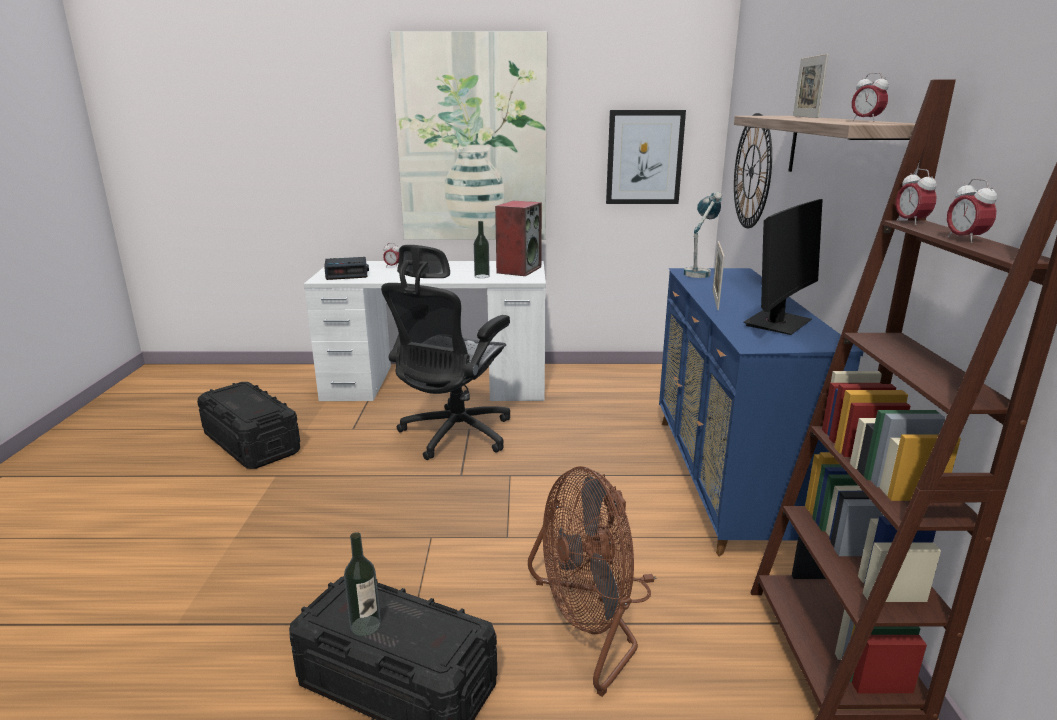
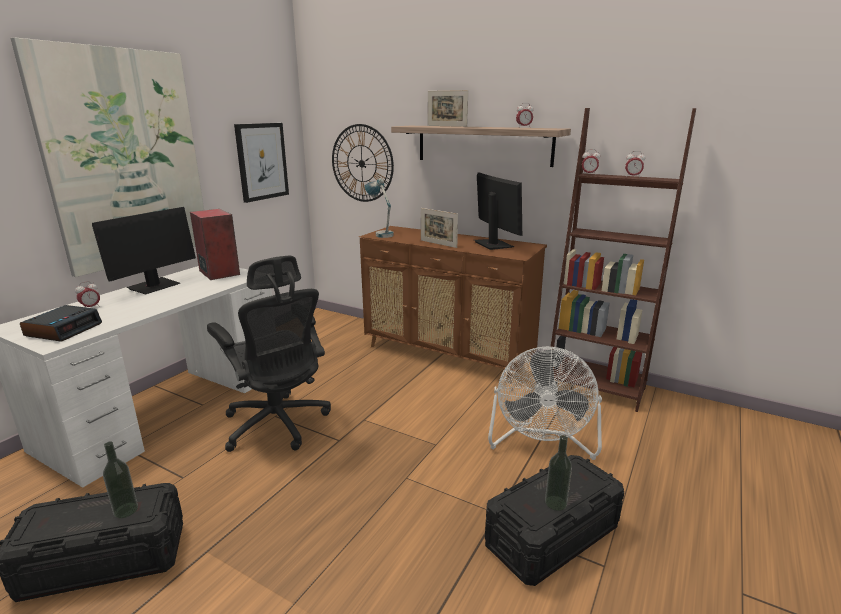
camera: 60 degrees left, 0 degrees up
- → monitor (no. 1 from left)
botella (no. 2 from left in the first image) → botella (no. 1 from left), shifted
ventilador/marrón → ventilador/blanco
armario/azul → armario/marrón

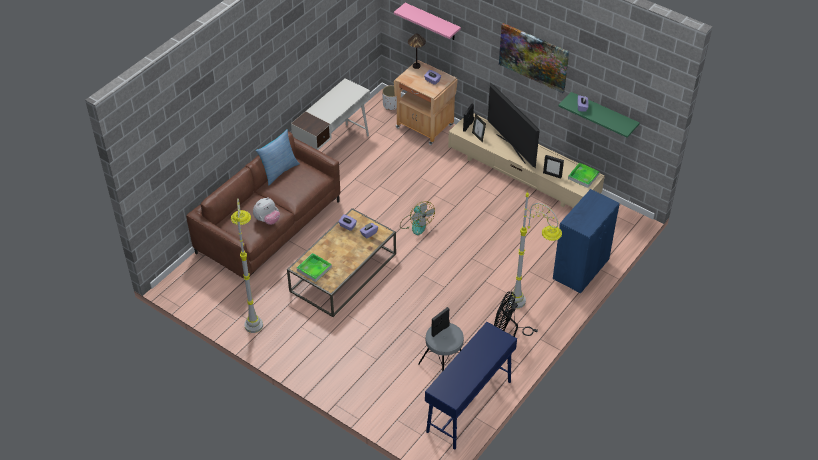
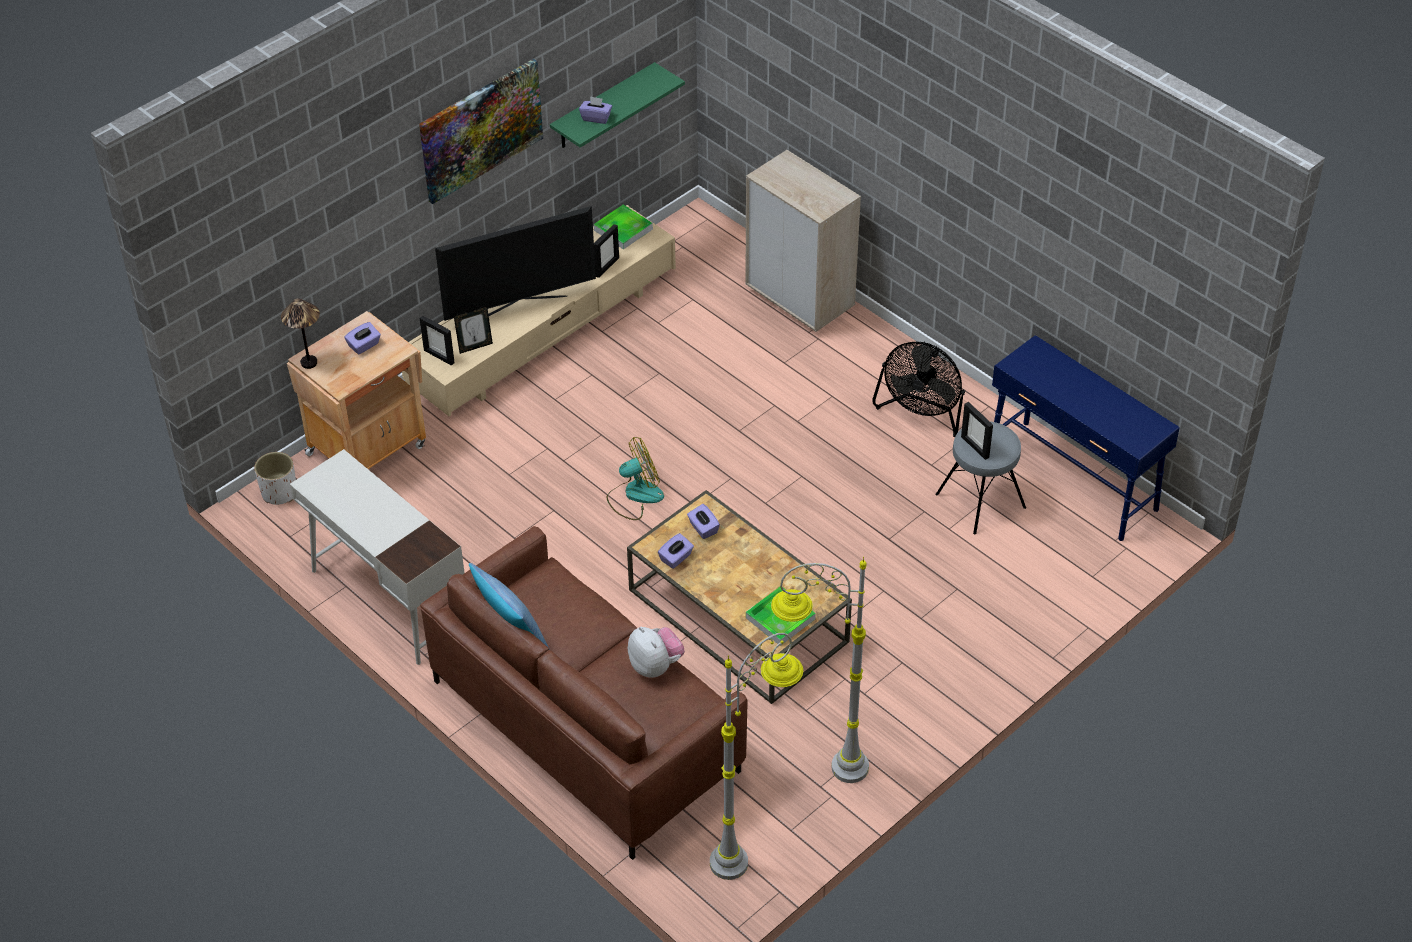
camera: 80 degrees left, 0 degrees up
estante/rosa → -
lámpara de pie/gris (no. 2 from left in the first image) → lámpara de pie/gris (no. 1 from left), shifted
armario/azul → armario/beis

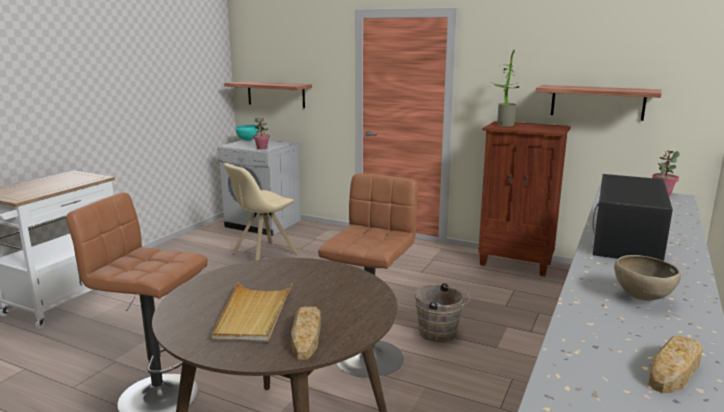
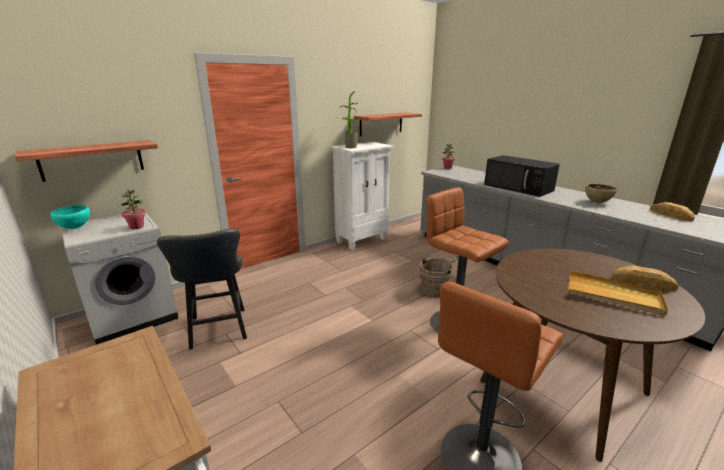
camera: 65 degrees left, 5 degrees up
silla/beis → taburete/gris
armario/marrón → armario/blanco

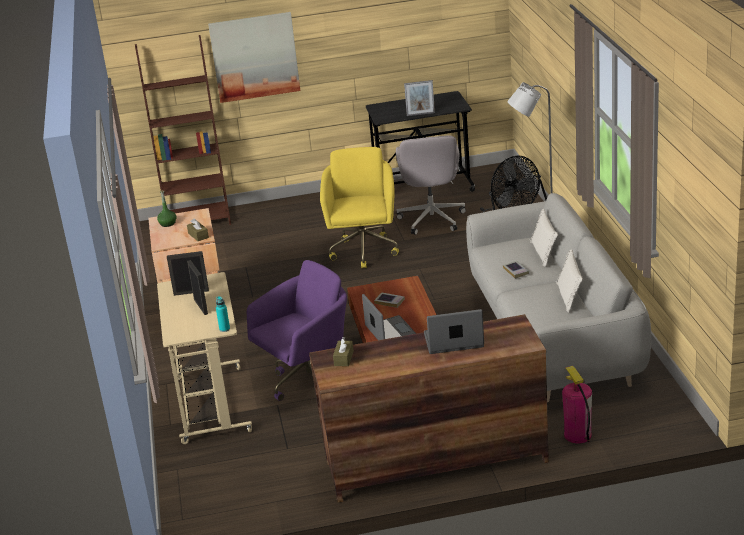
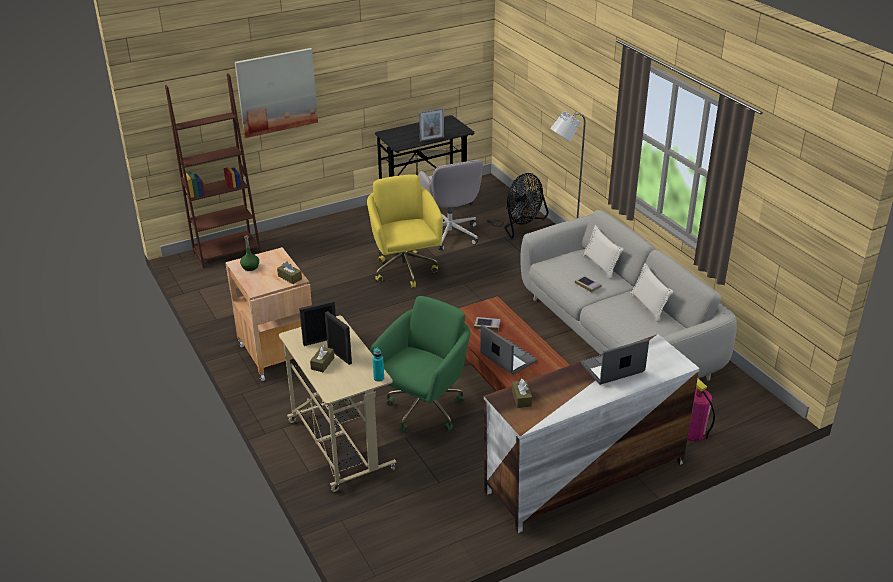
camera: 20 degrees left, 5 degrees up
- → caja de pañuelos/marrón (no. 2 from left)
silla de oficina/morado → silla de oficina/verde
armario/marrón → armario/blanco

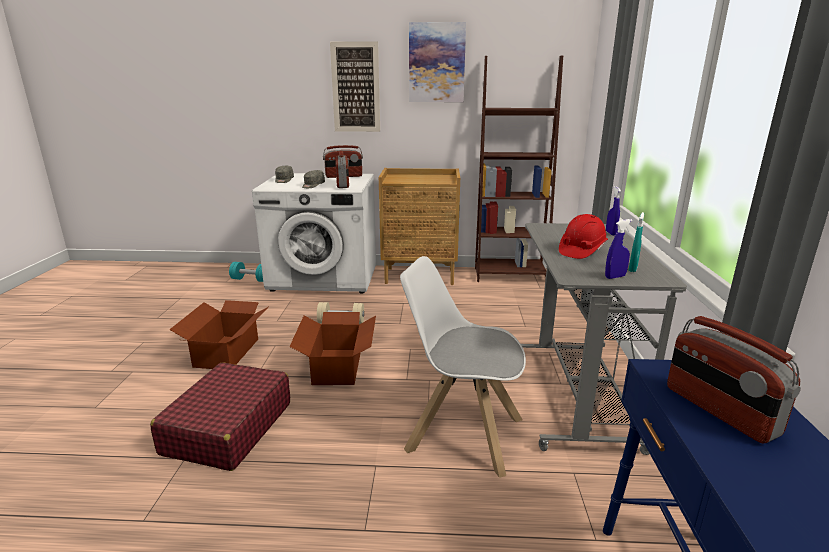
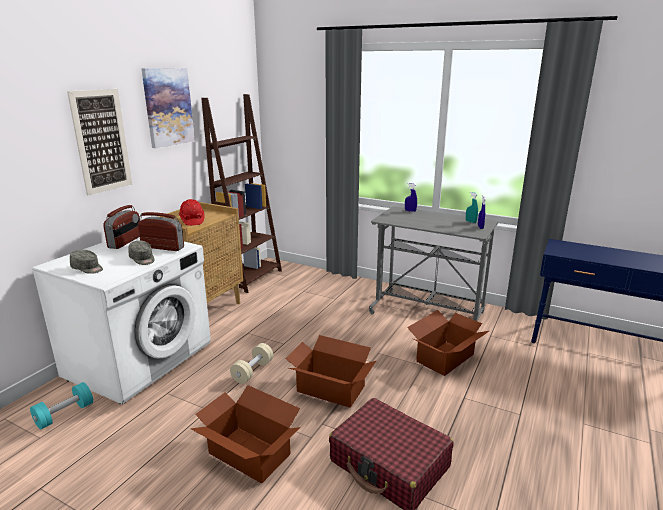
camera: 65 degrees left, 0 degrees up
radio (no. 3 from left) → -
casco/rojo, shifted
silla → caja de cartón (no. 3 from left)

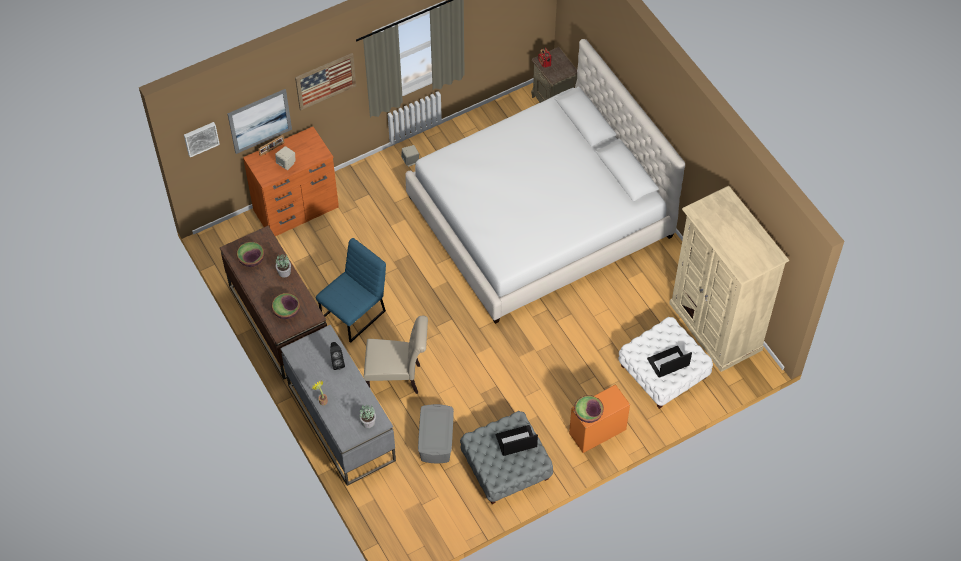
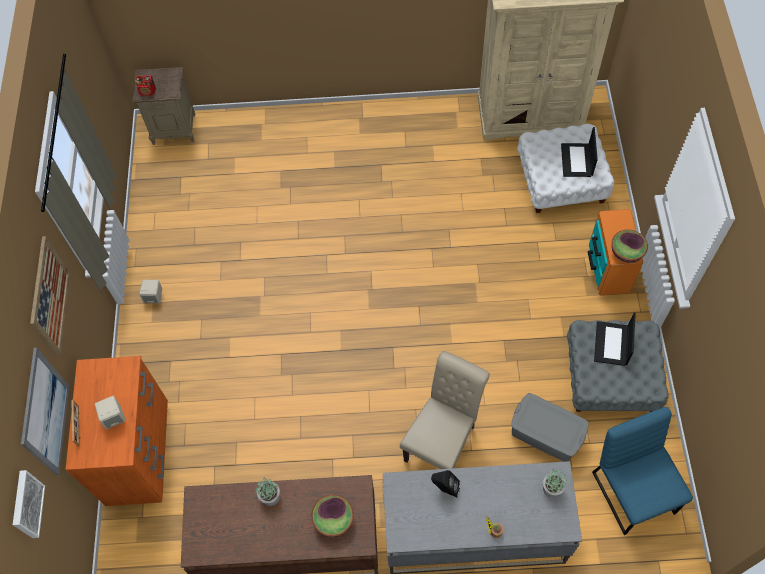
camera: 60 degrees left, 5 degrees up
cuenco (no. 1 from left) → -
cama/blanco → -
silla/azul, shifted

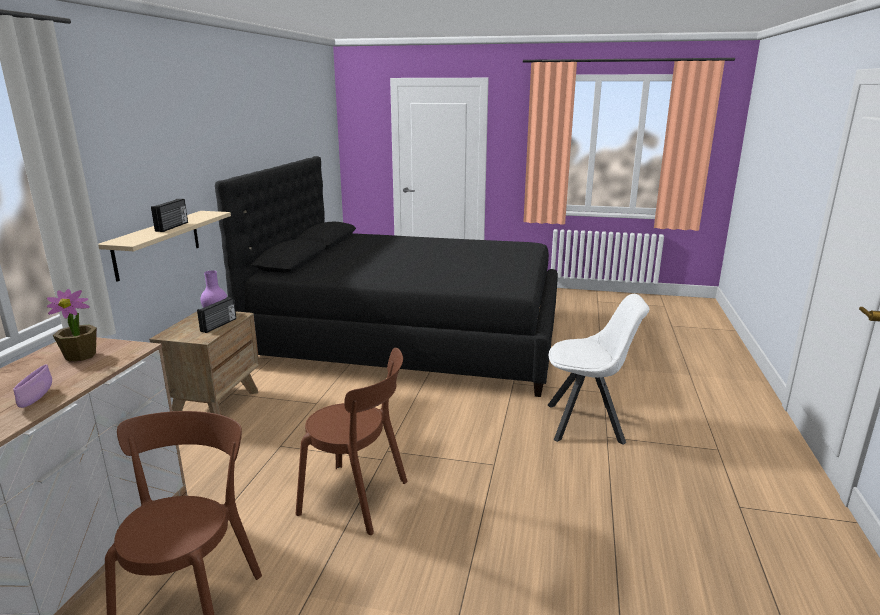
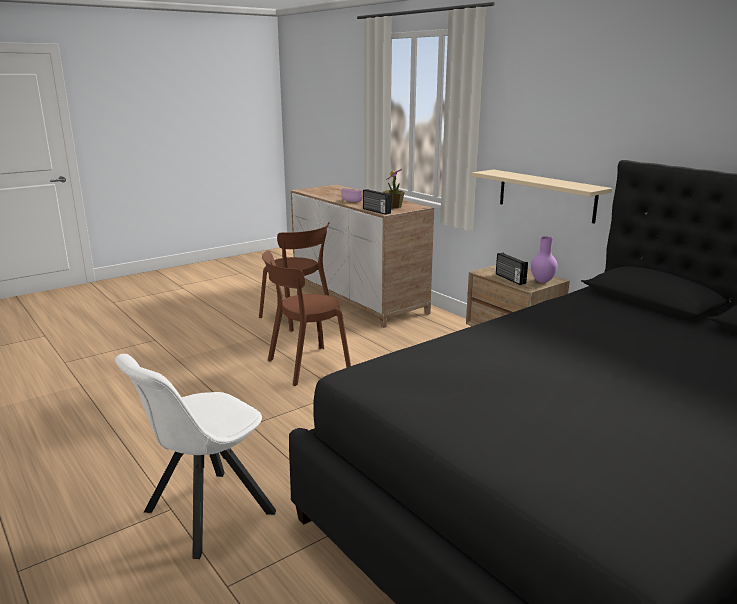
camera: 130 degrees right, 0 degrees up
radio (no. 1 from left), shifted

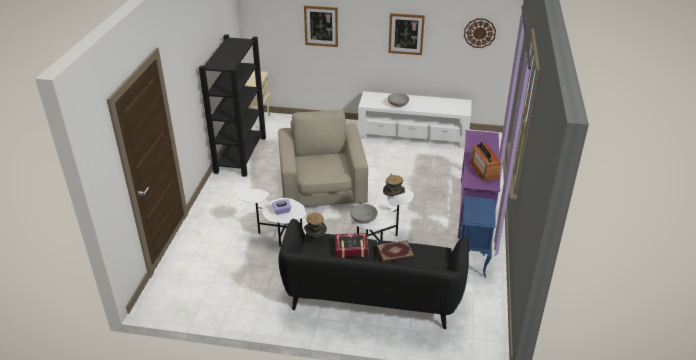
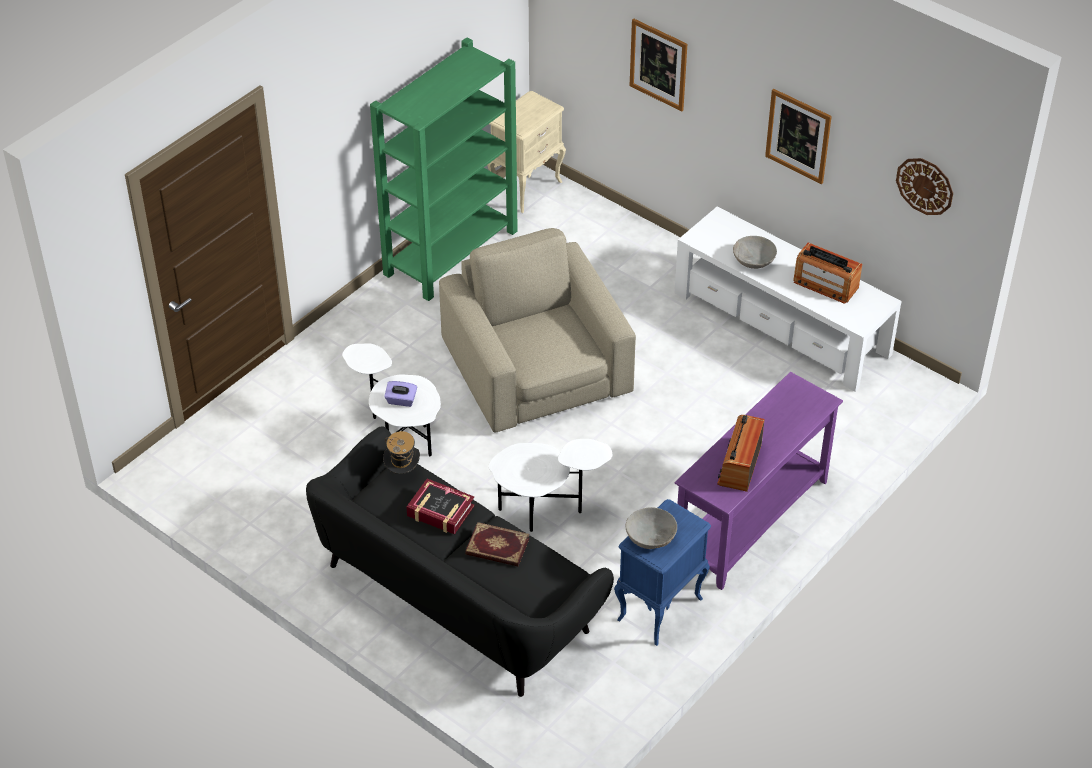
camera: 30 degrees right, 10 degrees up
sombrero (no. 2 from left) → -
- → radio (no. 2 from left)
cuenco/gris (no. 1 from left), shifted
estantería/negro → estantería/verde
sillón/beis, 45 degrees counterclockwise

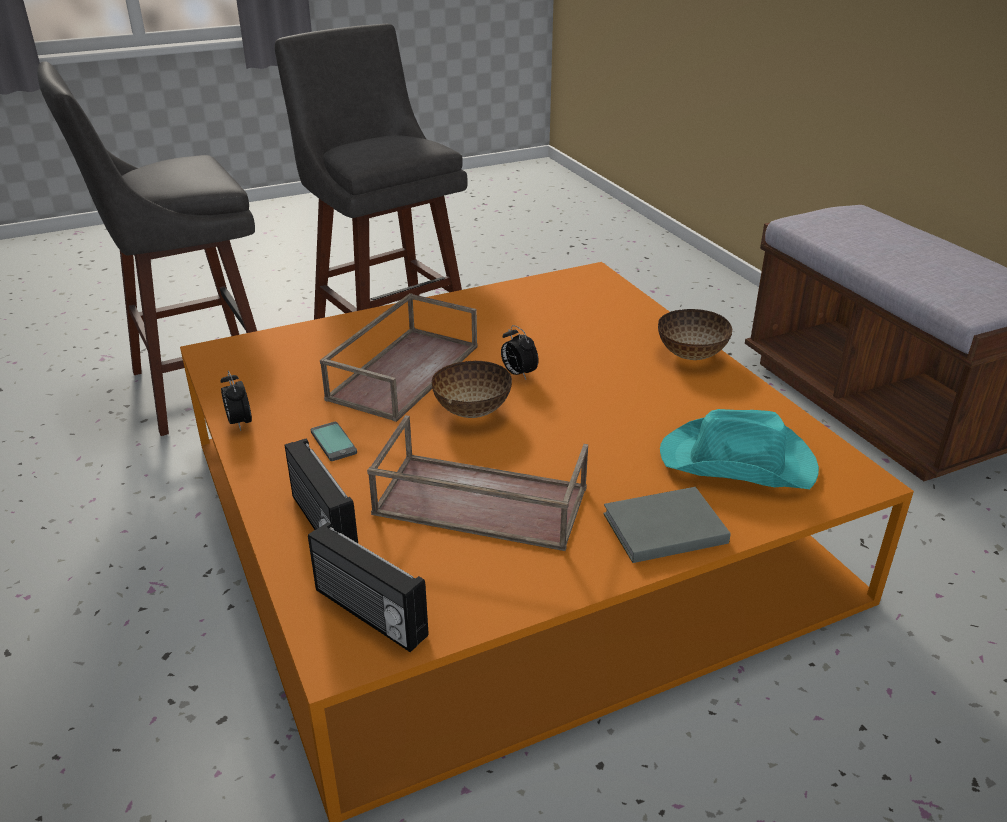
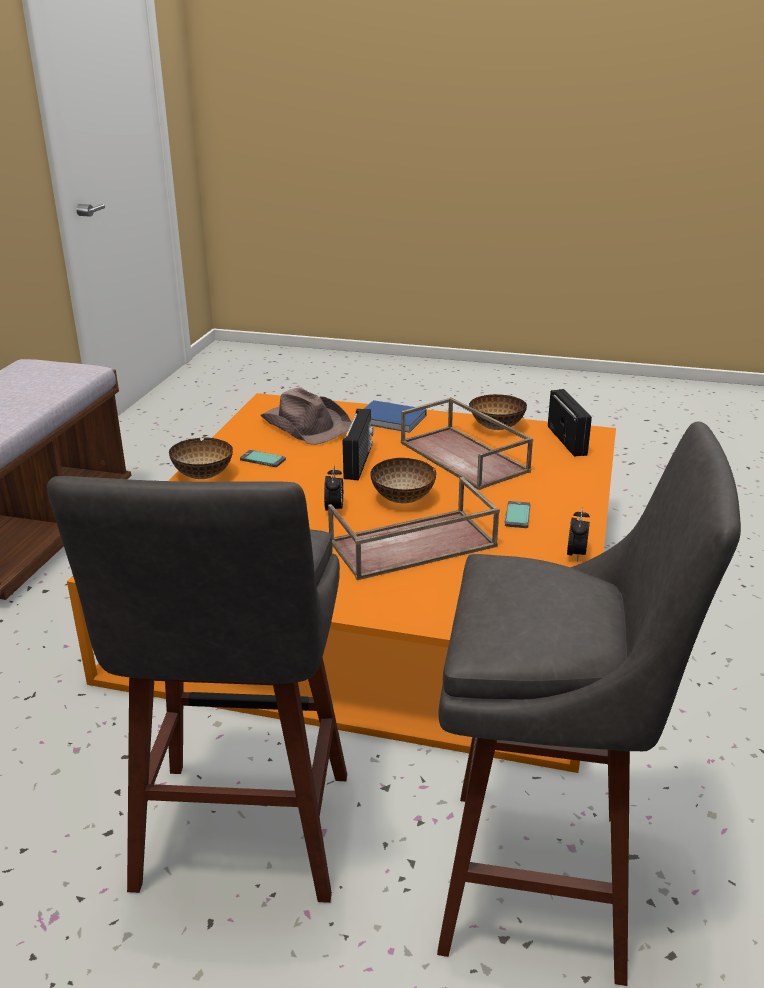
camera: 140 degrees left, 5 degrees down
- → móvil (no. 1 from left)
- → cuenco (no. 3 from left)
radio (no. 1 from left), shifted
libro/gris → libro/azul
sombrero/turquesa → sombrero/marrón

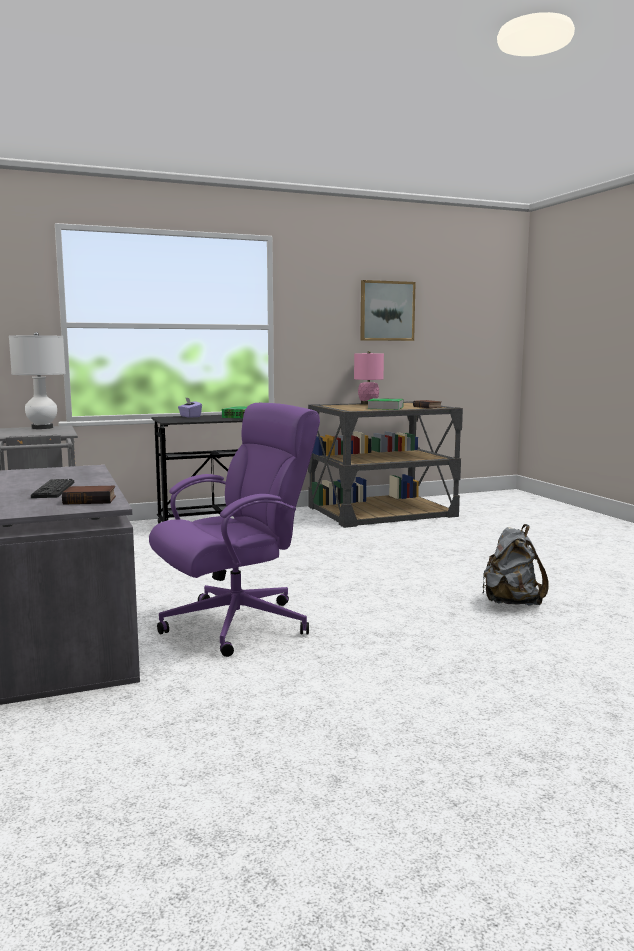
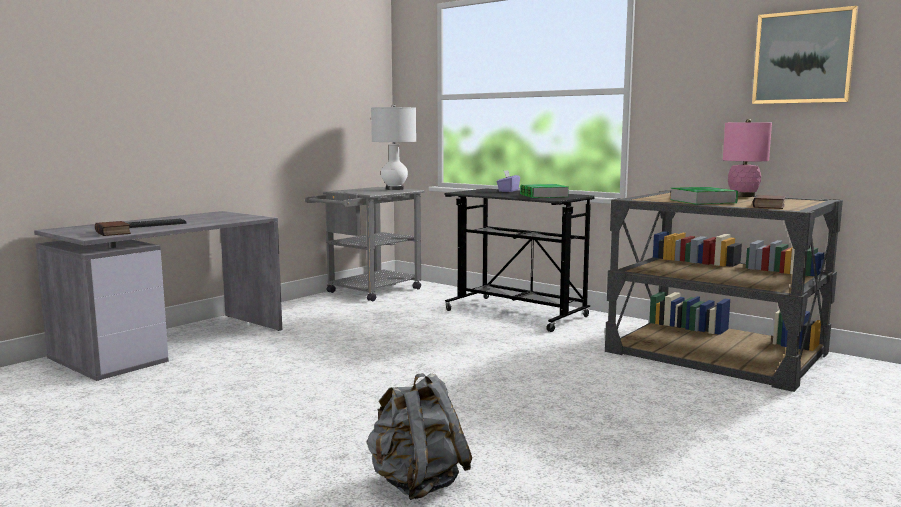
camera: 60 degrees right, 0 degrees up
silla de oficina/morado → -

